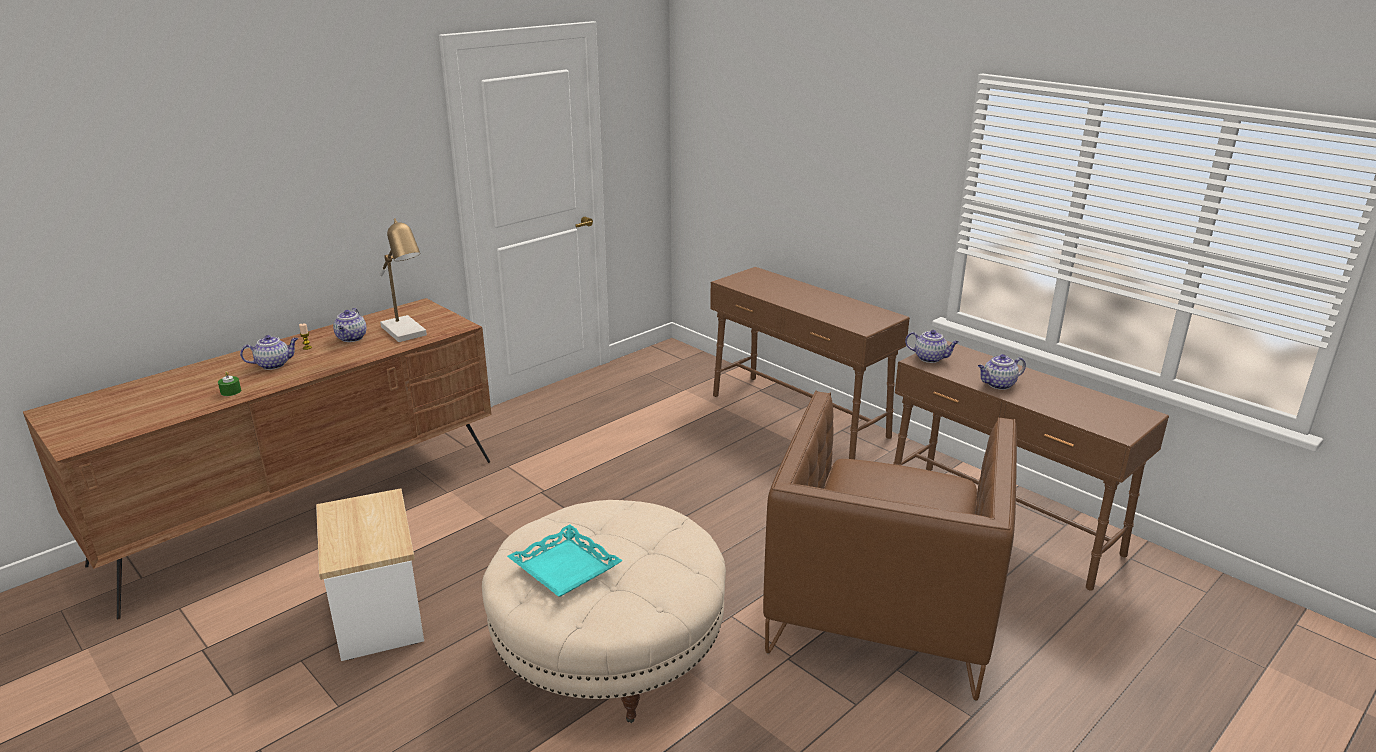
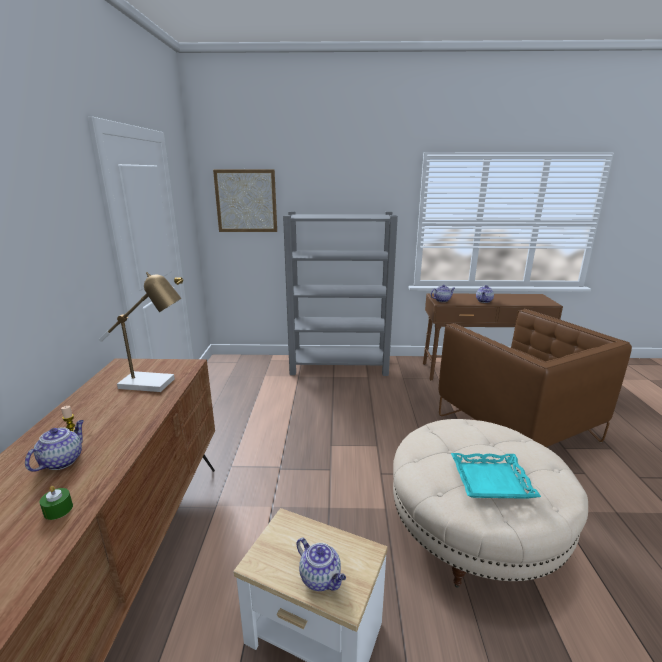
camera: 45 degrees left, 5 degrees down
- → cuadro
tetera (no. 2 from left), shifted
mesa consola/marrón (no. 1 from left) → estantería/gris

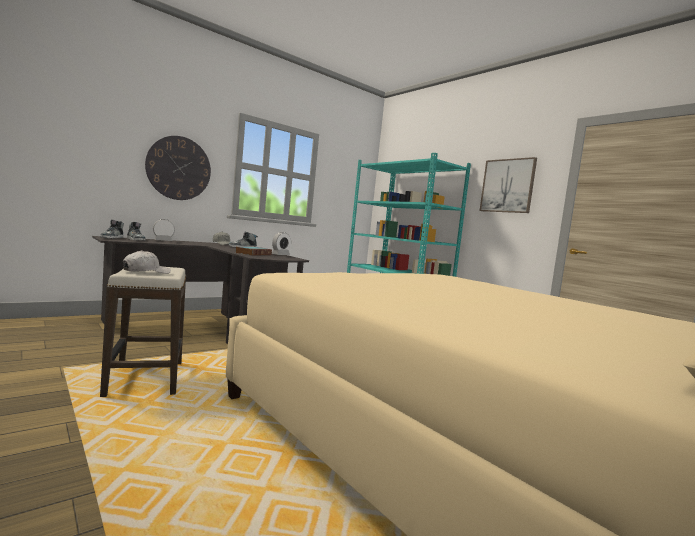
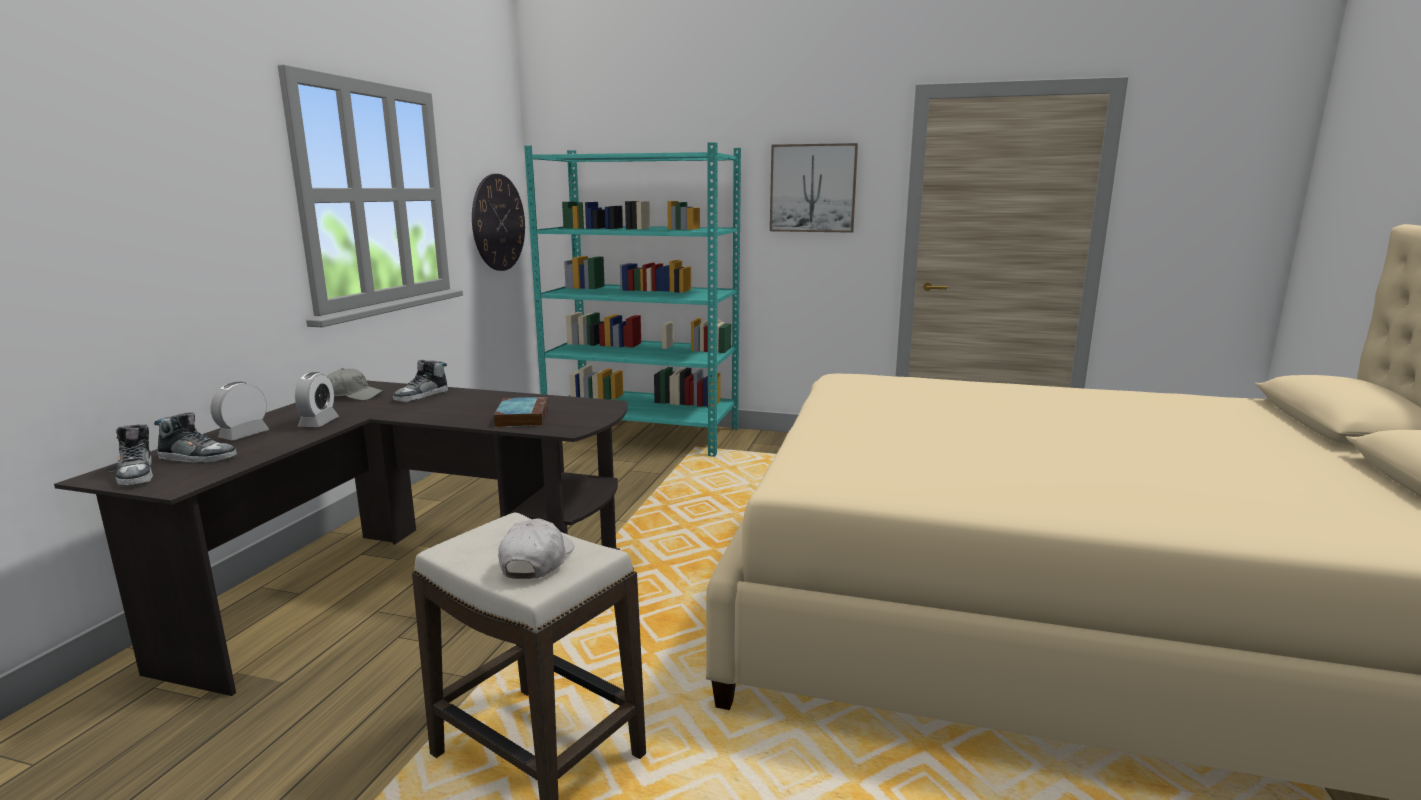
camera: 35 degrees left, 10 degrees up
reloj de pared, shifted
despertador (no. 2 from left), shifted

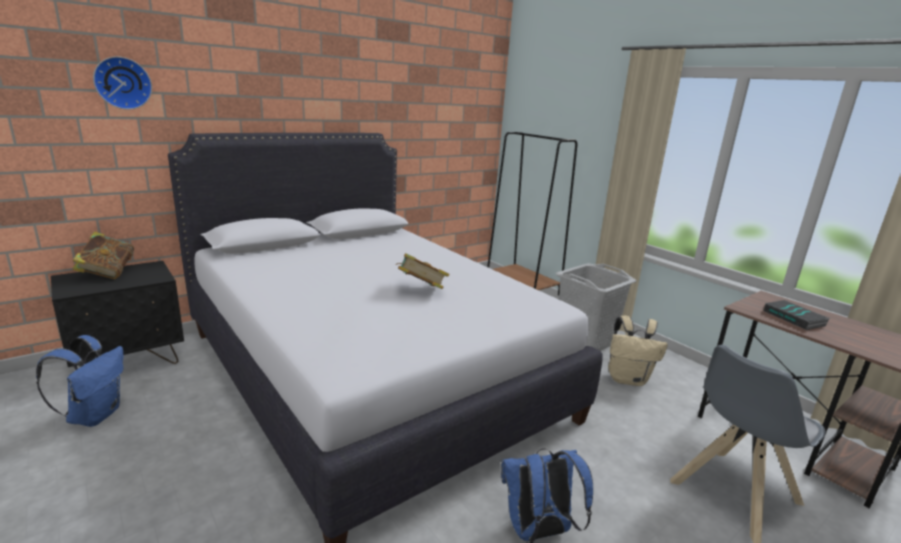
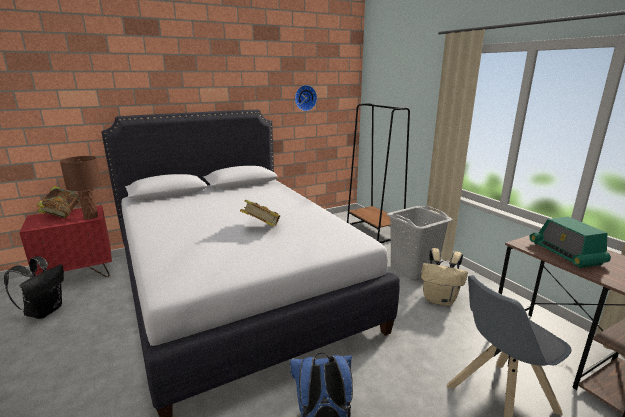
camera: 10 degrees right, 0 degrees up
- → lámpara de mesa/marrón
reloj de pared, shifted
libro (no. 3 from left) → radio
mochila/azul (no. 1 from left) → mochila/negro
mesita de noche/negro → mesita de noche/rojo

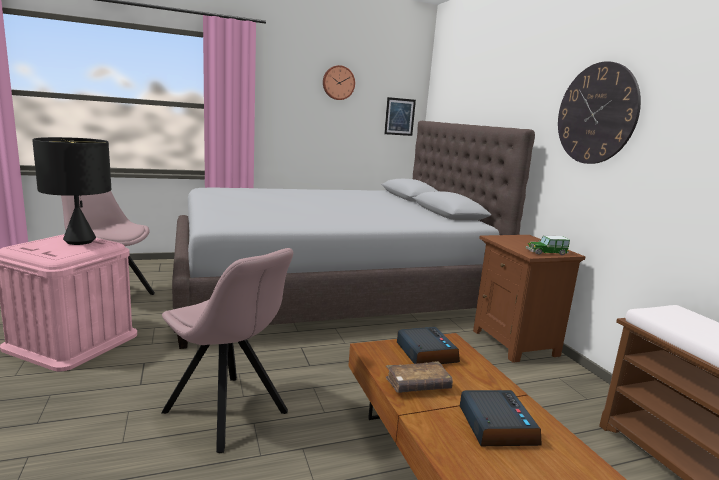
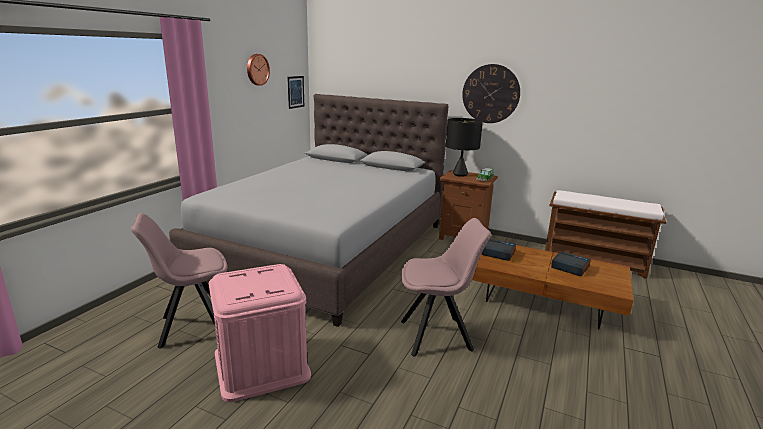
camera: 45 degrees left, 5 degrees up
libro/marrón → -
lámpara de mesa/negro, shifted

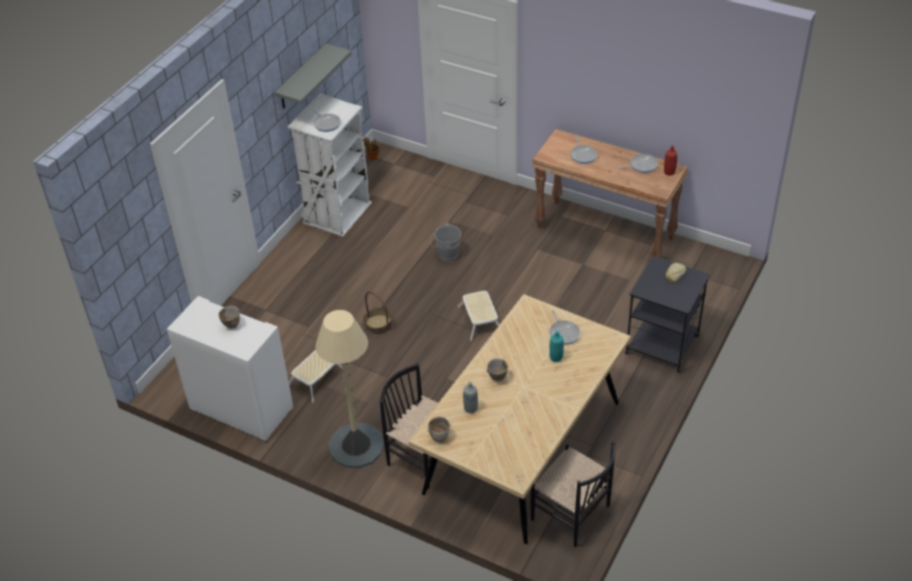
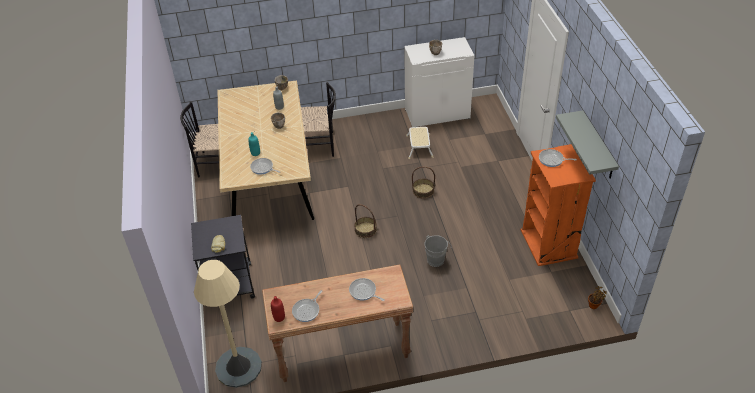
camera: 140 degrees right, 0 degrees up
lámpara de pie/beis, shifted
escalera de tijera/beis (no. 2 from left) → cesta (no. 1 from left)
estantería/blanco → estantería/naranja

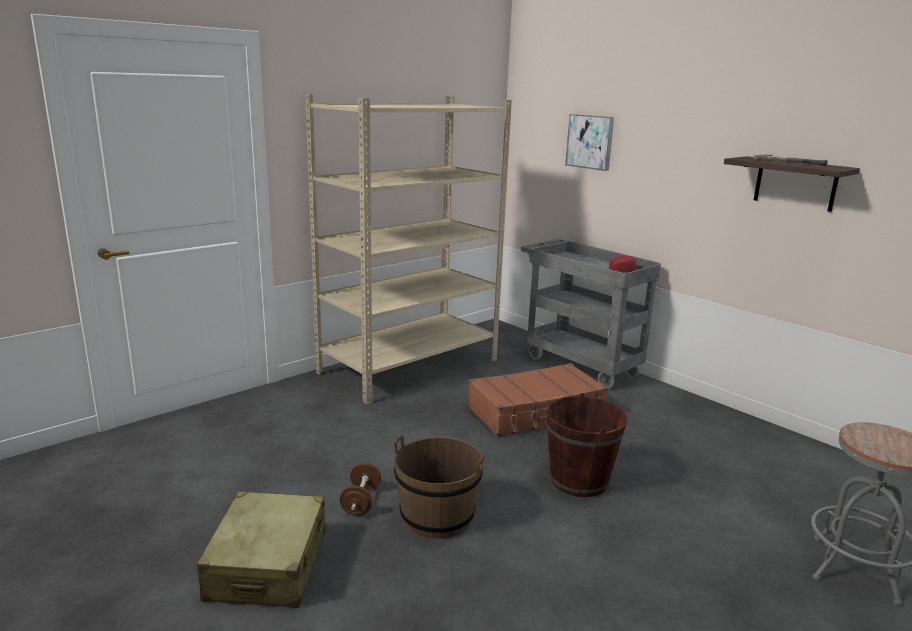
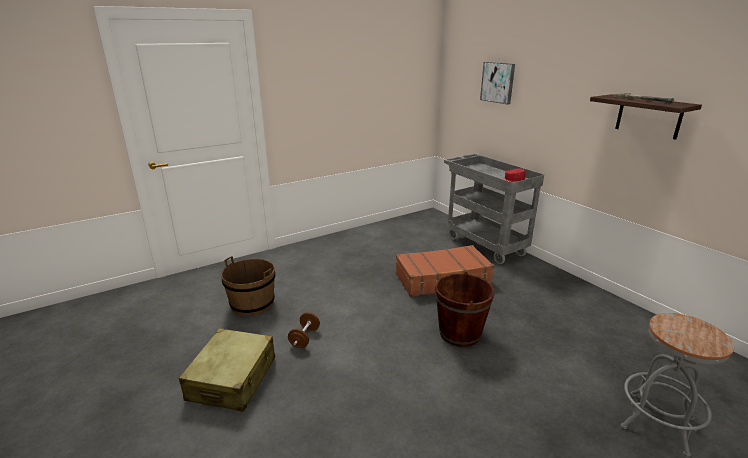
camera: 10 degrees right, 5 degrees up
estantería/beis → -
cubo/marrón (no. 1 from left), shifted

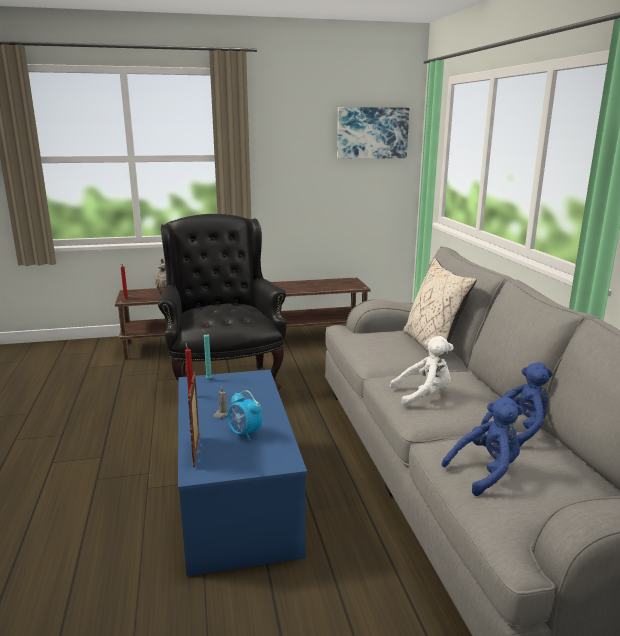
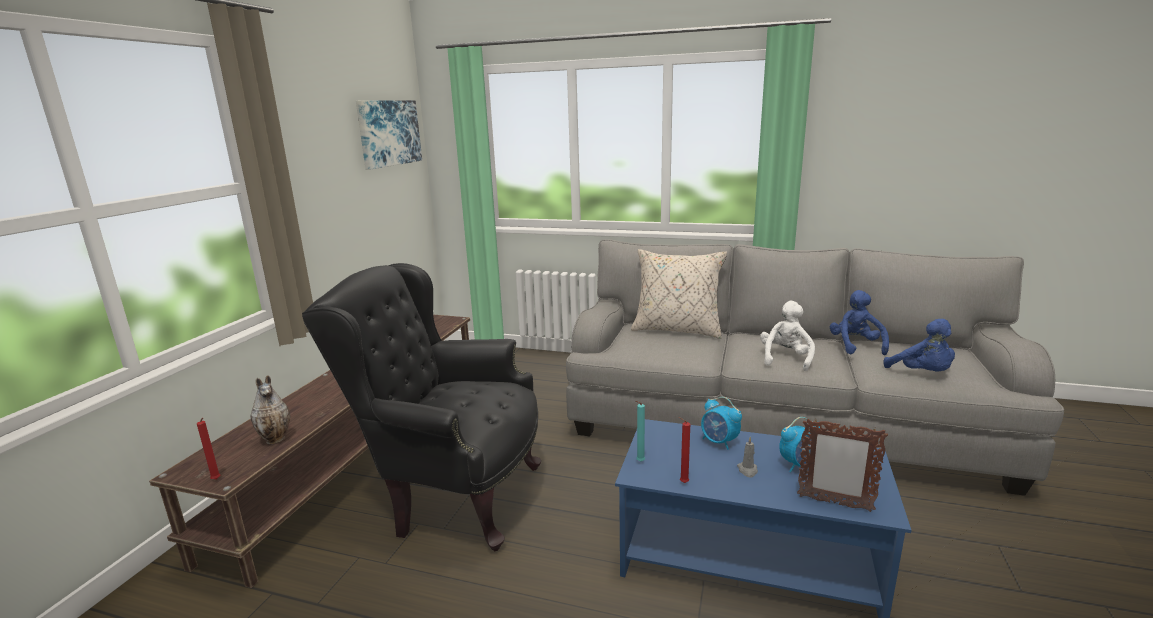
camera: 60 degrees left, 0 degrees up
- → despertador (no. 1 from left)
peluche/azul (no. 1 from left in the first image) → peluche/azul (no. 2 from left), 150 degrees clockwise

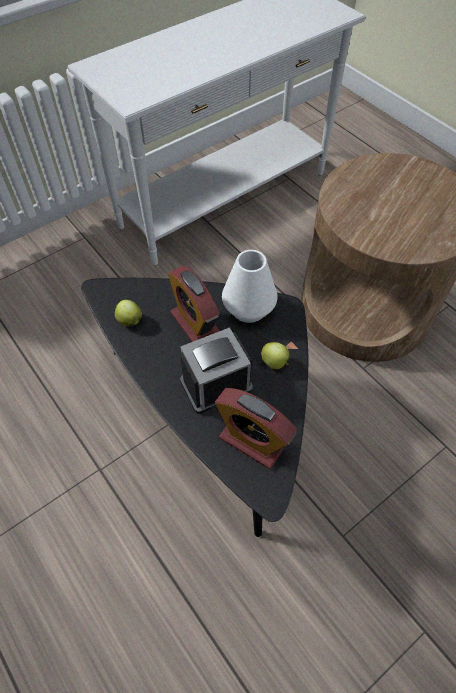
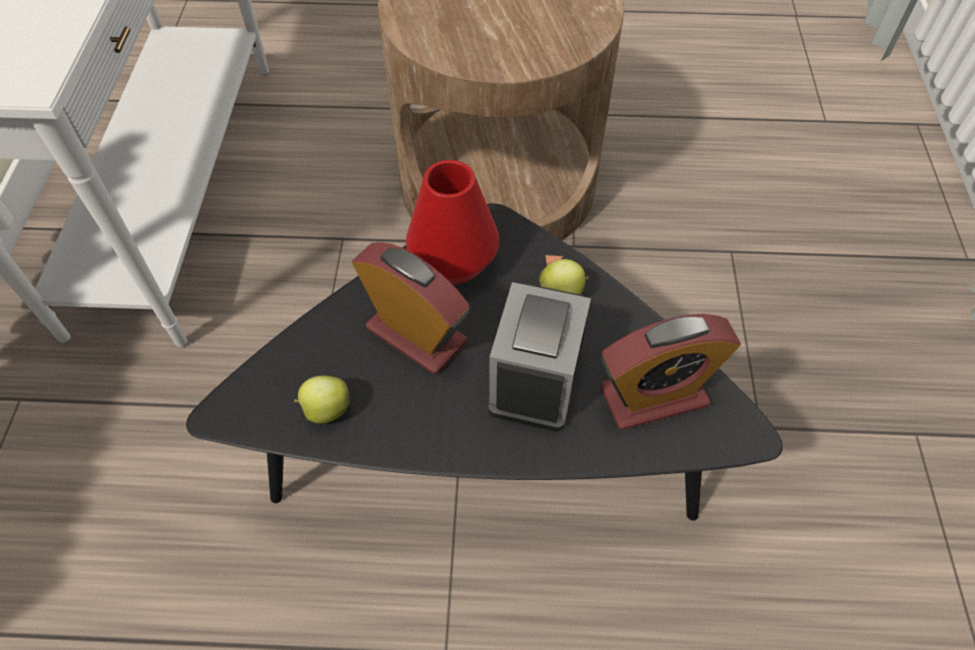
camera: 50 degrees left, 0 degrees up
florero/blanco → florero/rojo
despertador (no. 1 from left), 150 degrees counterclockwise

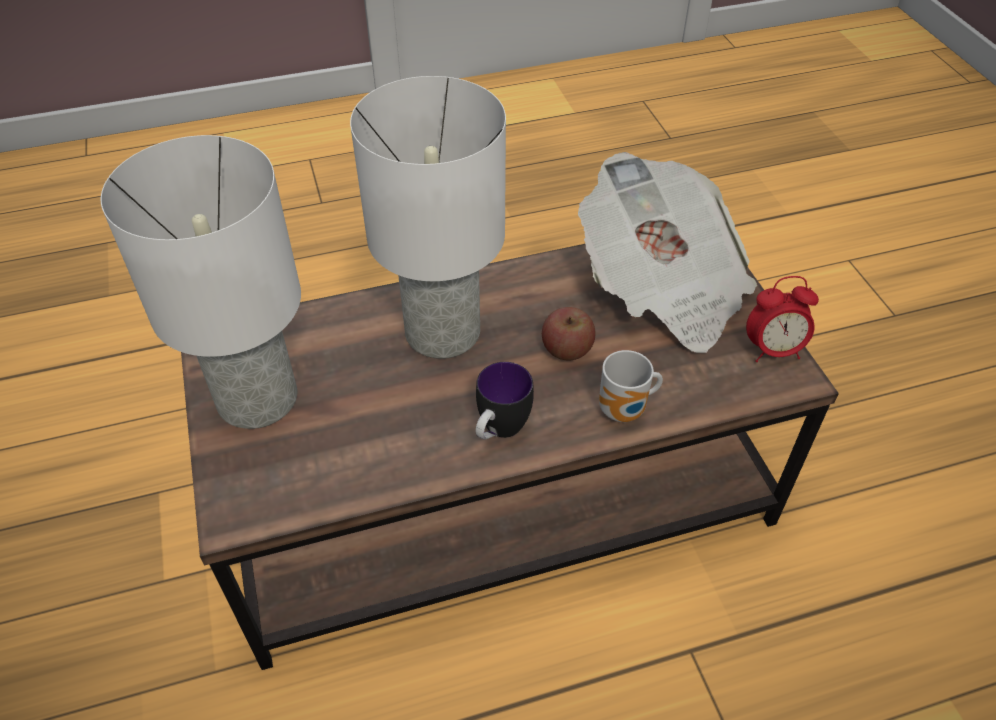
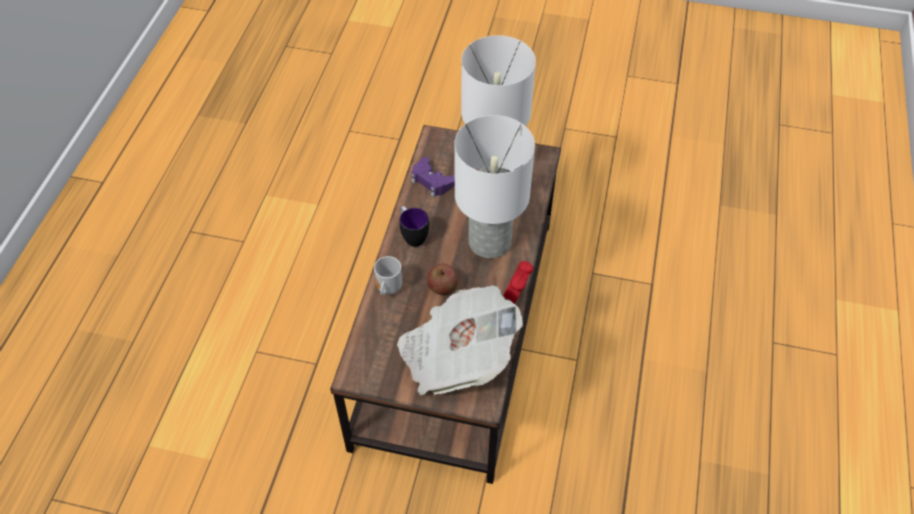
camera: 120 degrees right, 5 degrees up
- → mando de consola/morado
despertador, shifted

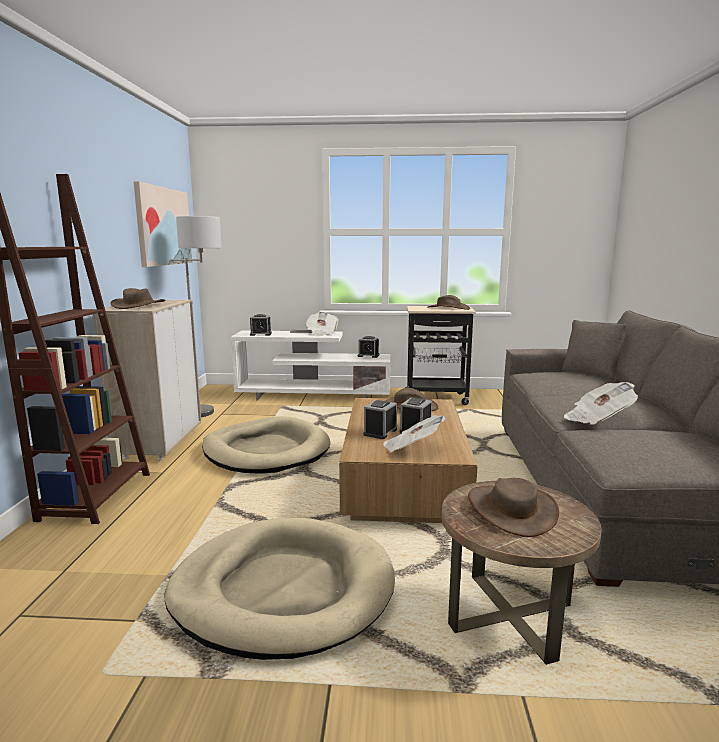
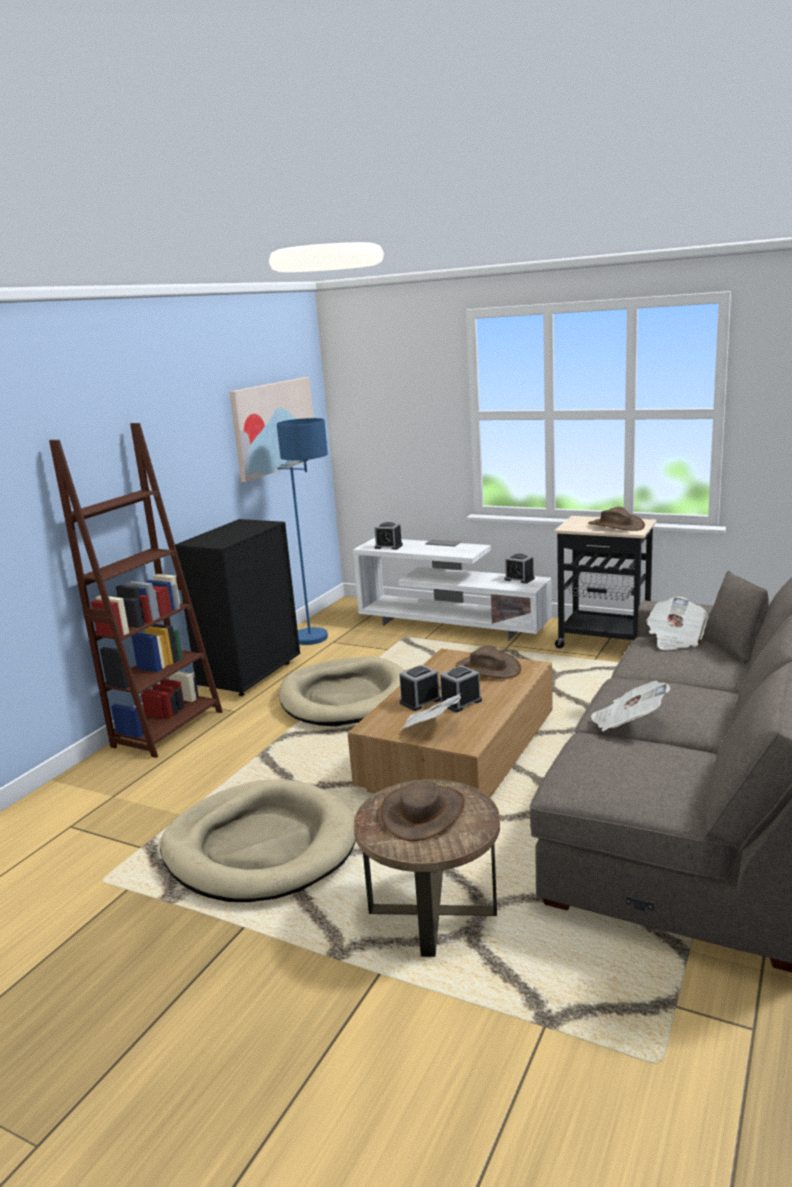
camera: 25 degrees right, 5 degrees up
sombrero/marrón (no. 1 from left) → -
periódico (no. 1 from left in the first image) → periódico (no. 3 from left), shifted
armario/beis → armario/negro
lámpara de pie/gris → lámpara de pie/azul

